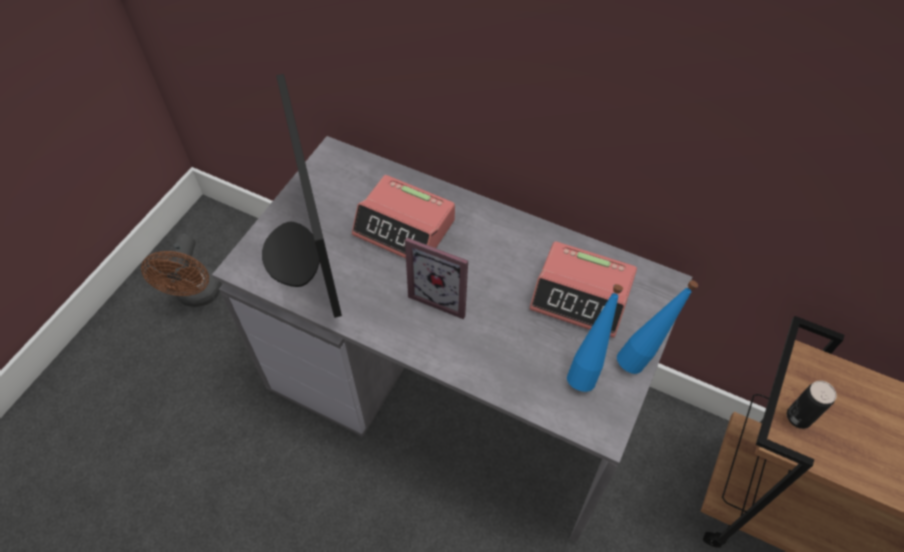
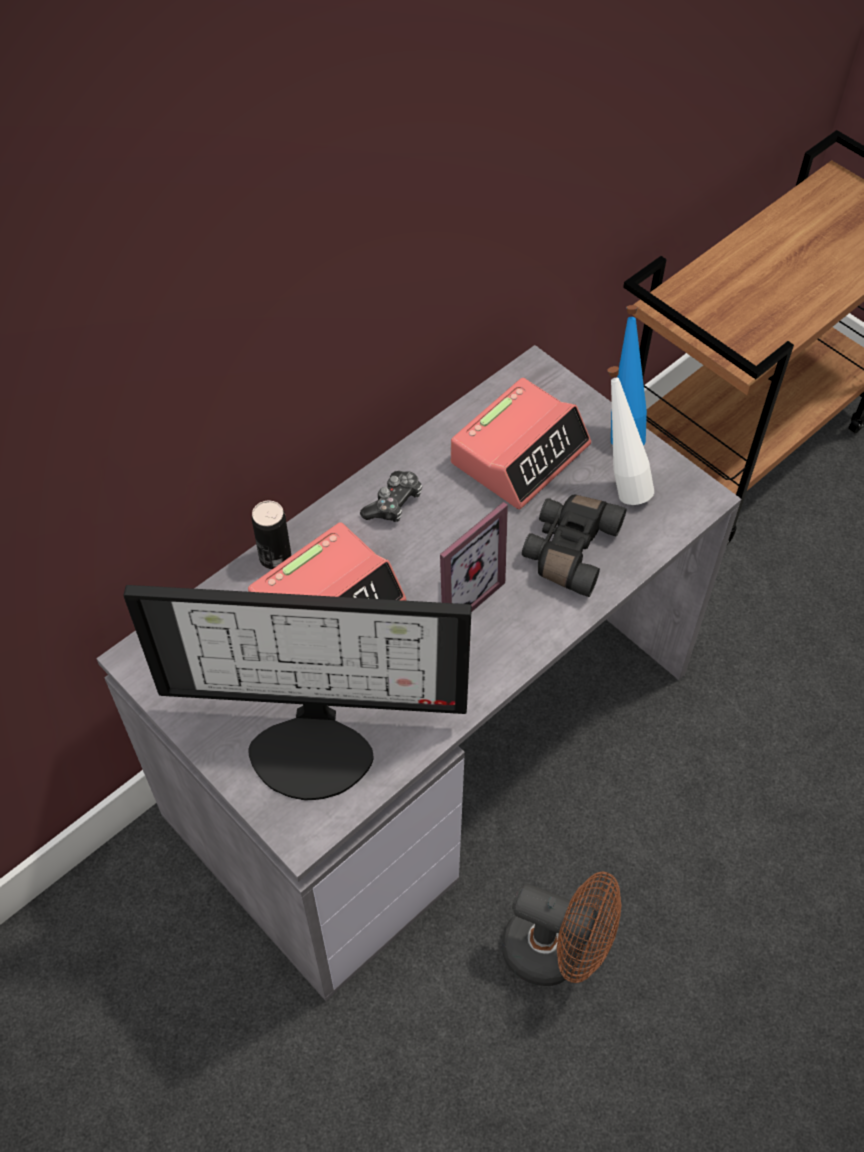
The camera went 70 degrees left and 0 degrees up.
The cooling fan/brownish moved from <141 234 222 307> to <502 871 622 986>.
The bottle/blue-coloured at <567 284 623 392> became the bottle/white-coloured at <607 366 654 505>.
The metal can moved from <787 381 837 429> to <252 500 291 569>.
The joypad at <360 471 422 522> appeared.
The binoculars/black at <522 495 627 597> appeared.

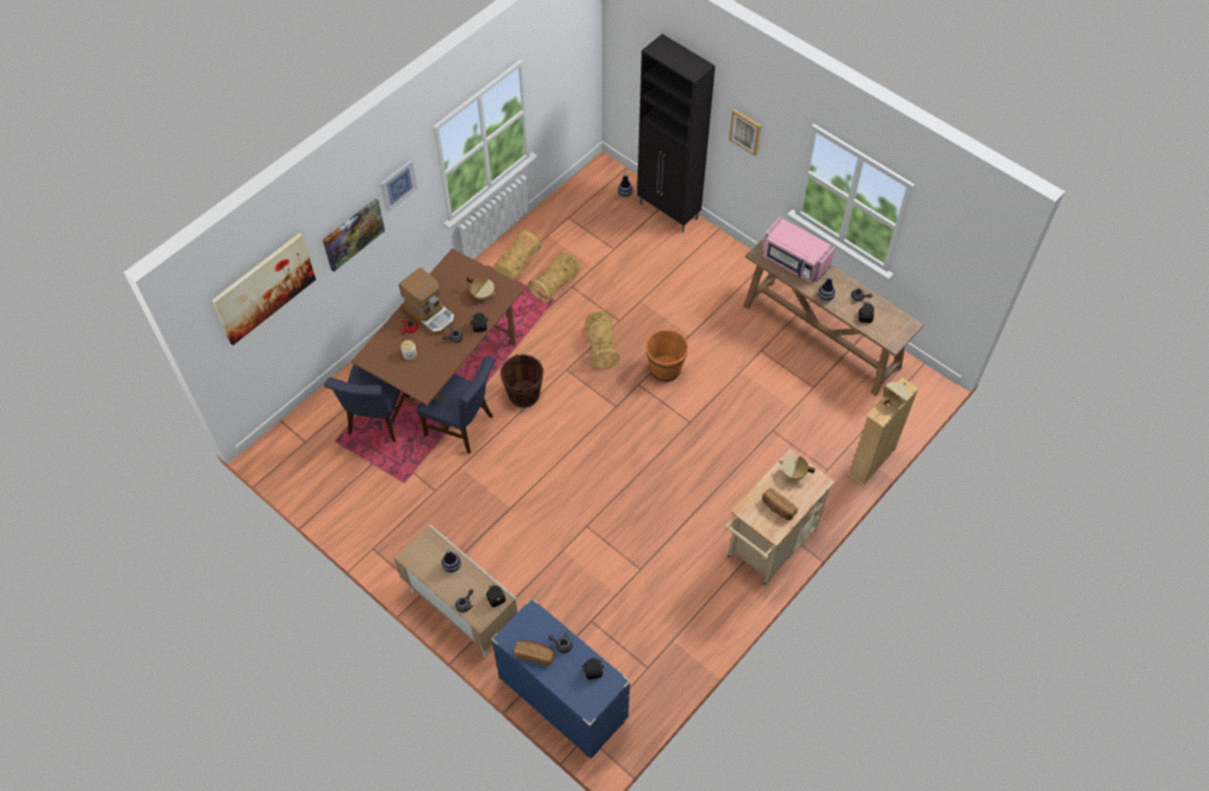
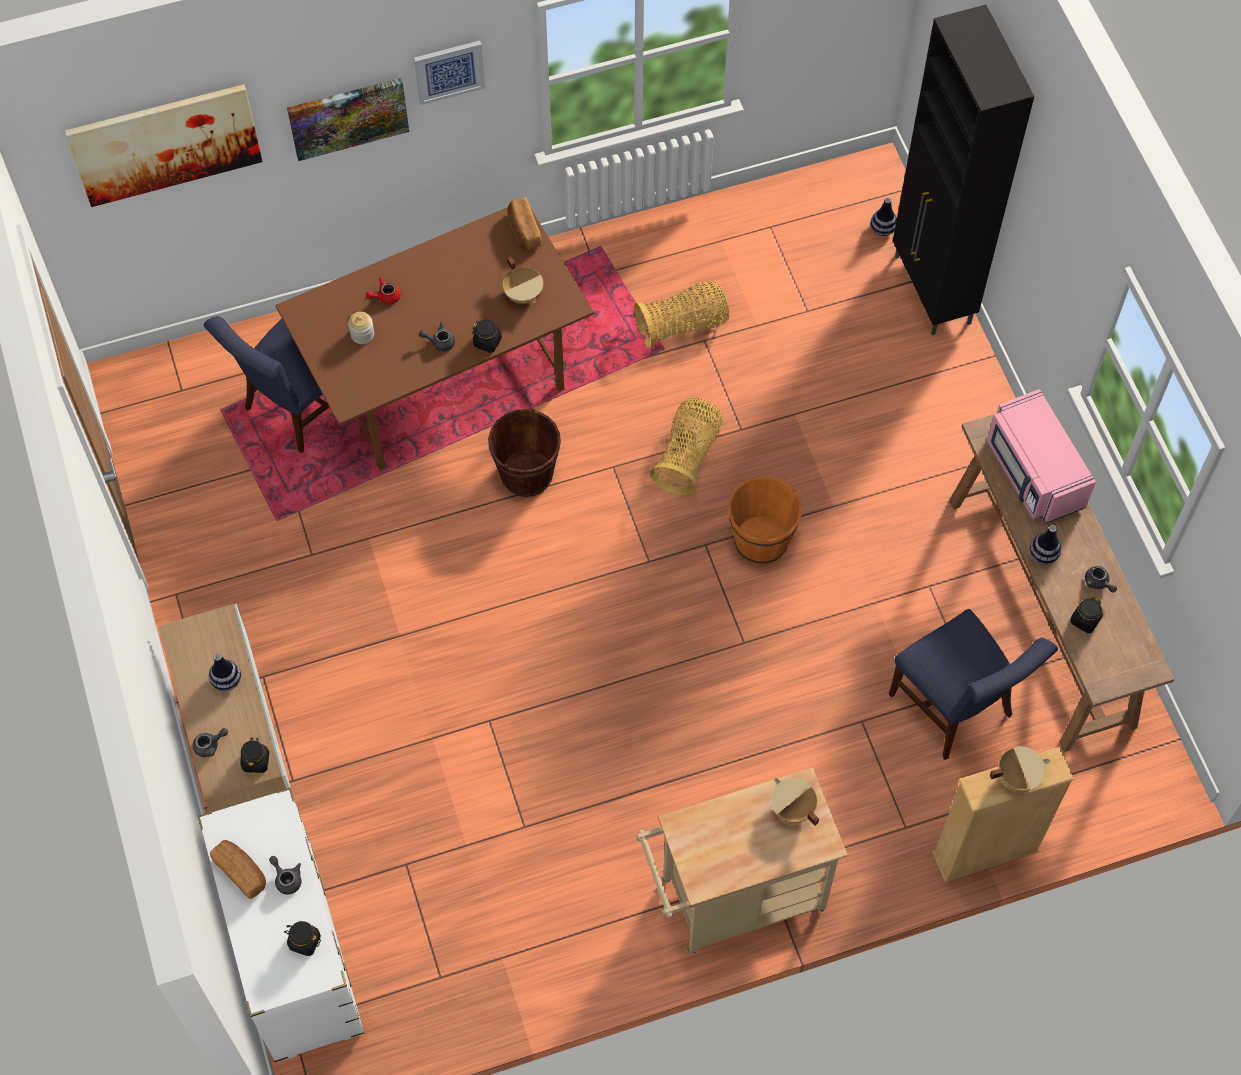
The camera went 30 degrees right and 5 degrees up.
The wall art at <729 109 761 156> disappeared.
The storage basket at <494 230 541 281> disappeared.
The coffee brewer at <399 267 455 335> disappeared.
The upright chair/blue-coloured moved from <417 357 495 454> to <889 609 1058 760>.
The bakery bread moved from <762 488 798 520> to <507 198 542 250>.
The chest of drawers/blue-coloured at <491 598 631 759> became the chest of drawers/white-coloured at <198 787 365 1062>.

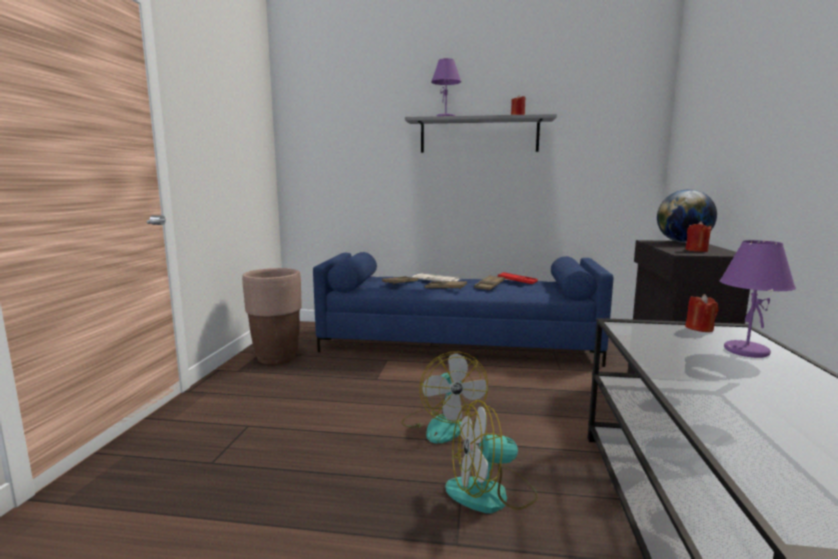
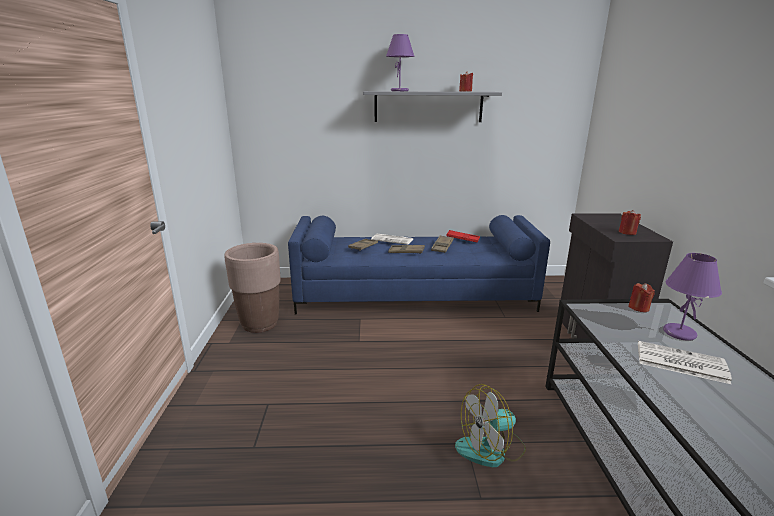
The camera went 10 degrees left and 10 degrees up.
The desk globe at <657 189 717 243> disappeared.
The cooling fan at <401 352 488 444> disappeared.
The daily paper at <638 341 732 384> appeared.

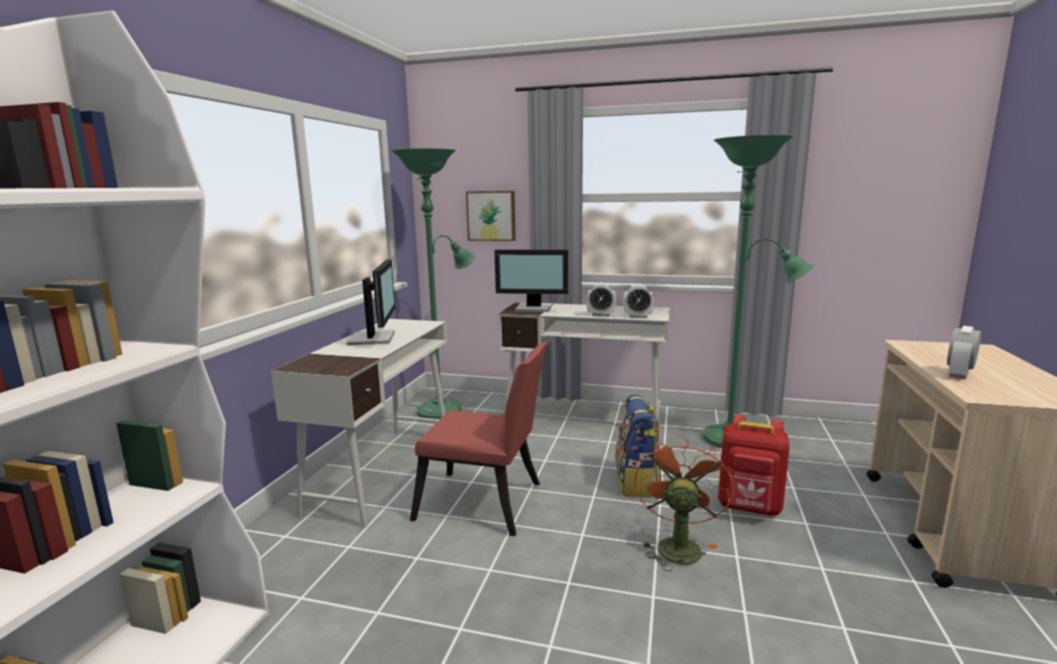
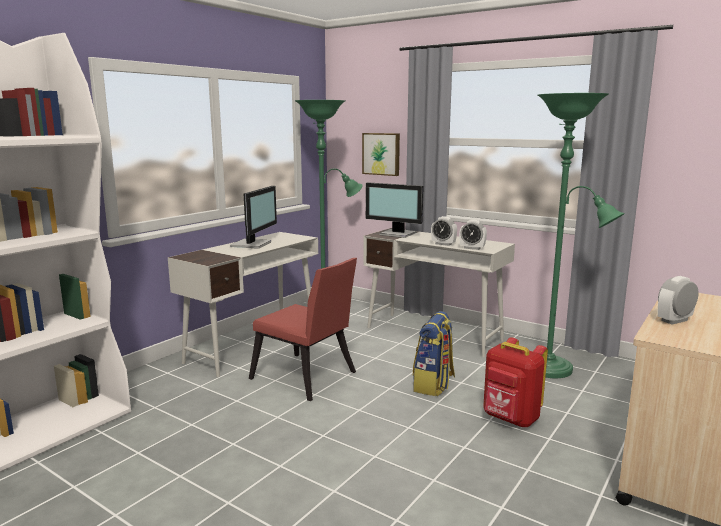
The camera went 20 degrees right and 0 degrees up.
The cooling fan/orange at <634 437 734 572> disappeared.

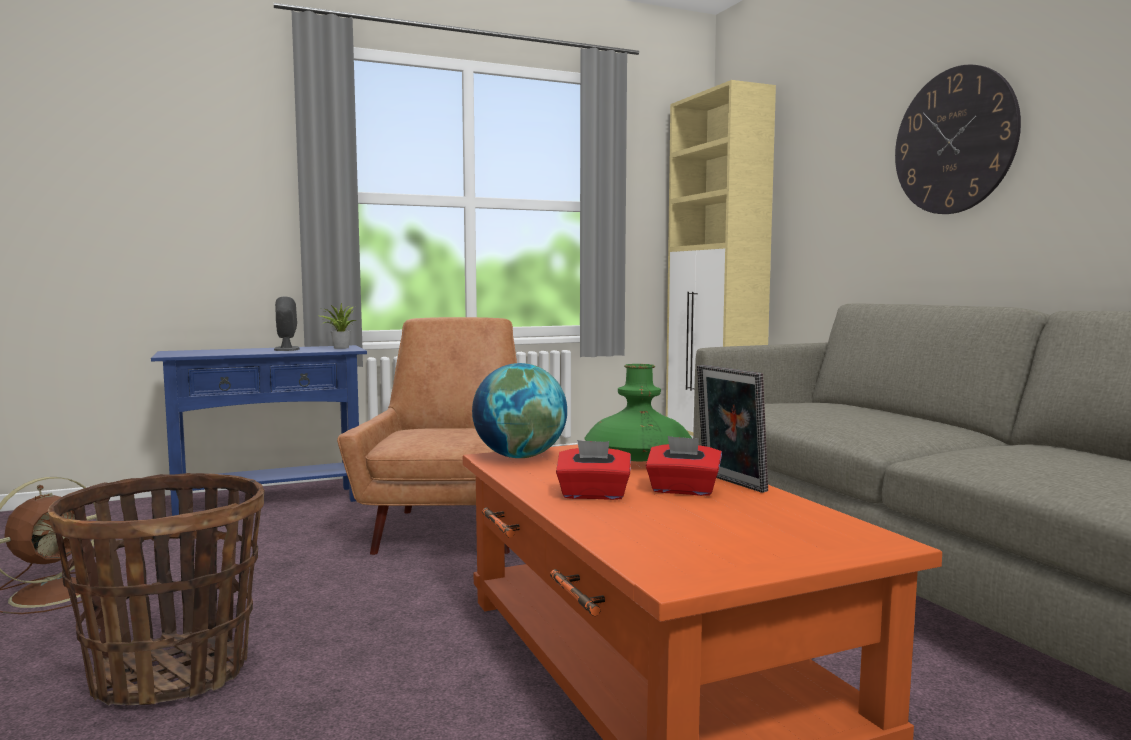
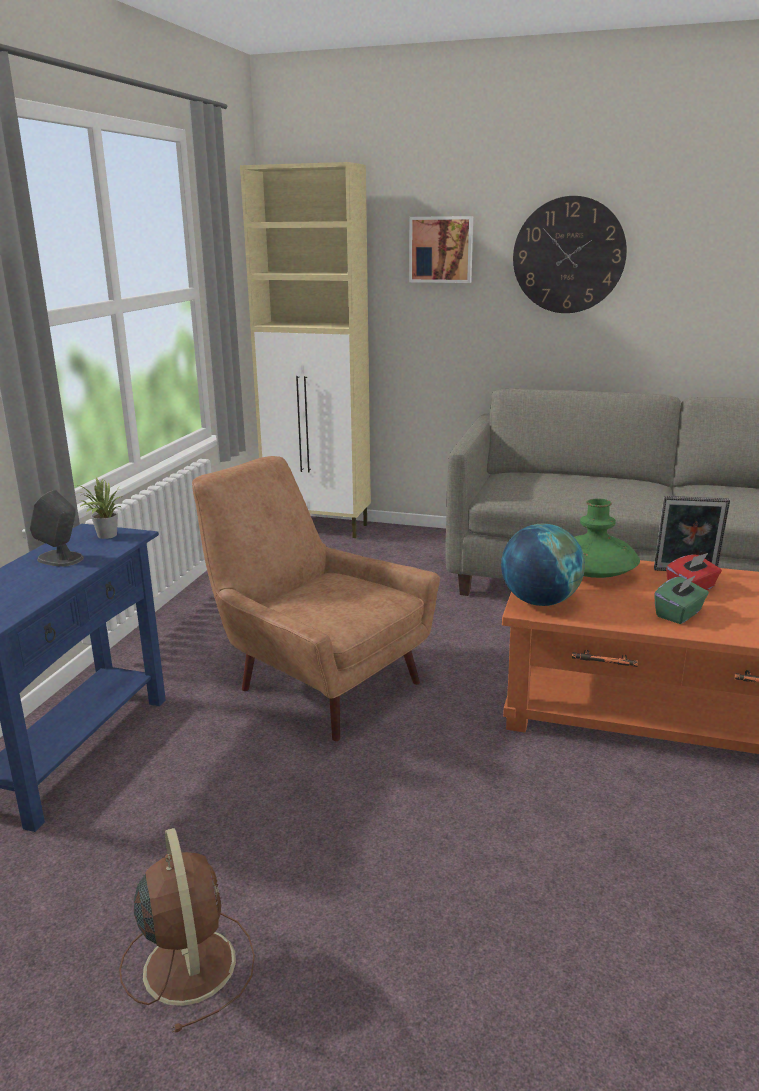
The camera went 50 degrees left and 15 degrees up.
The tissue box/red-coloured at <556 440 631 500> became the tissue box/greenish at <654 575 709 624>.
The storage basket at <48 473 265 706> disappeared.
The wall art at <409 216 473 283> appeared.

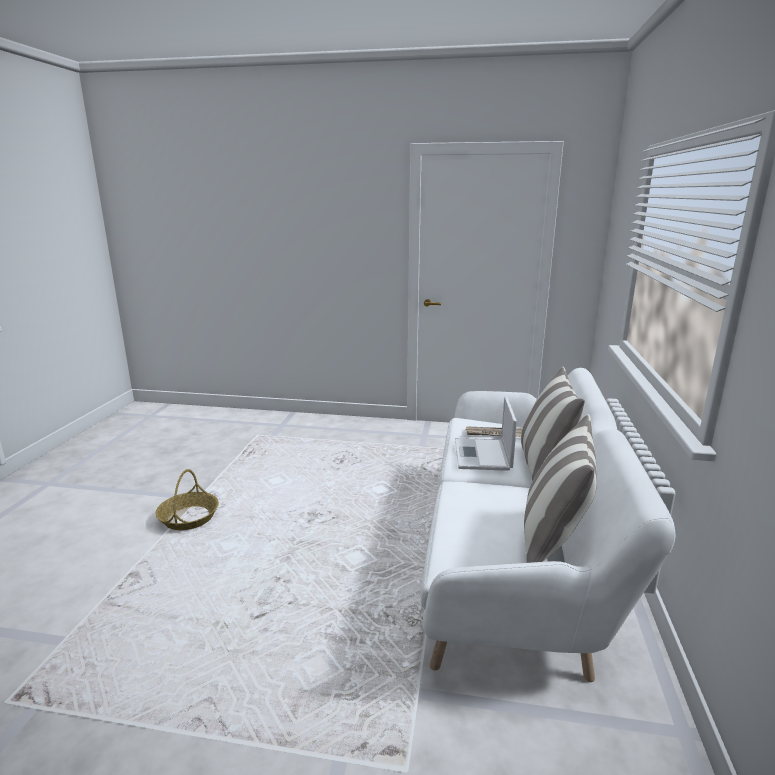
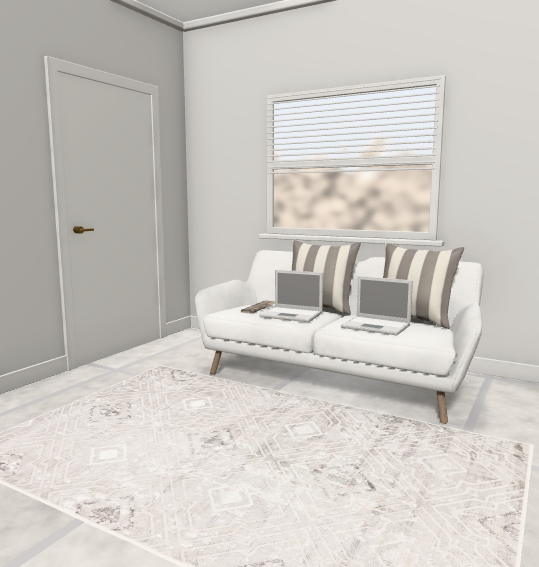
The camera went 70 degrees left and 10 degrees down.
The storage basket at <156 469 219 530> disappeared.
The notebook computer at <341 276 413 335> appeared.

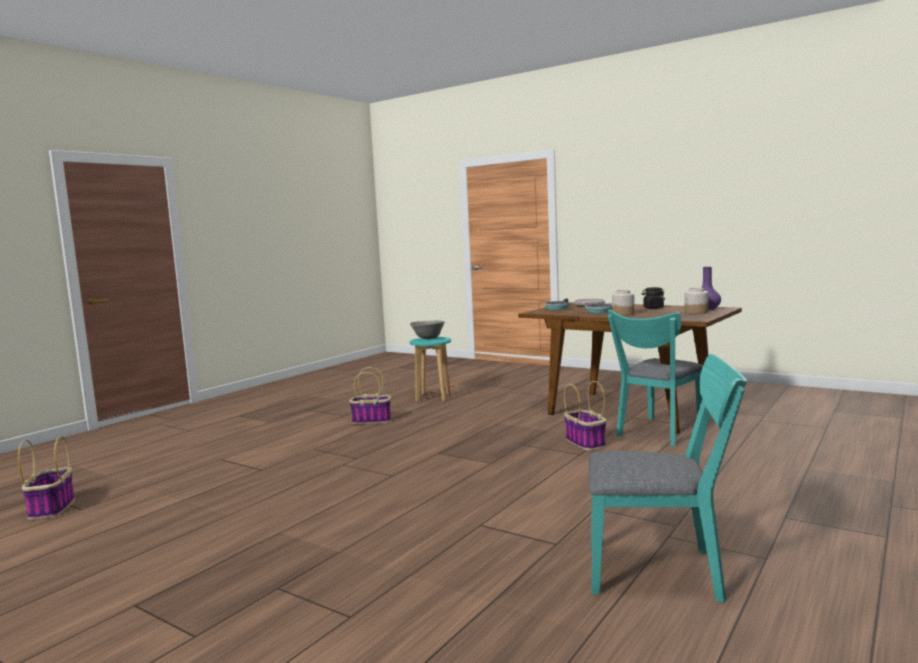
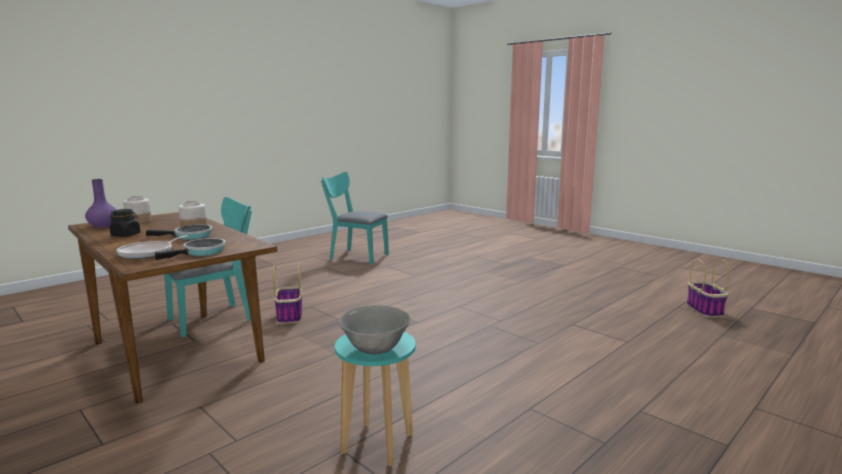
The camera went 170 degrees left and 5 degrees up.
The storage basket at <349 367 391 424> disappeared.

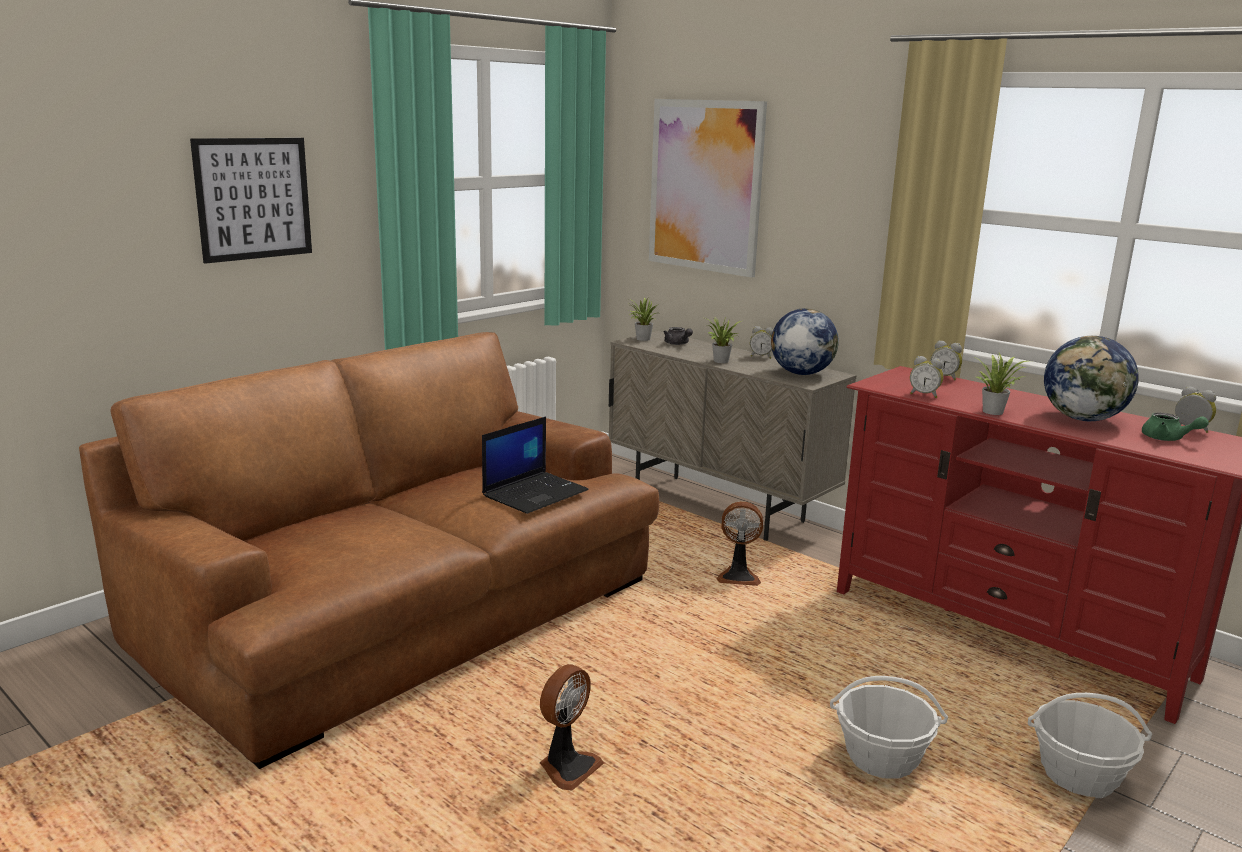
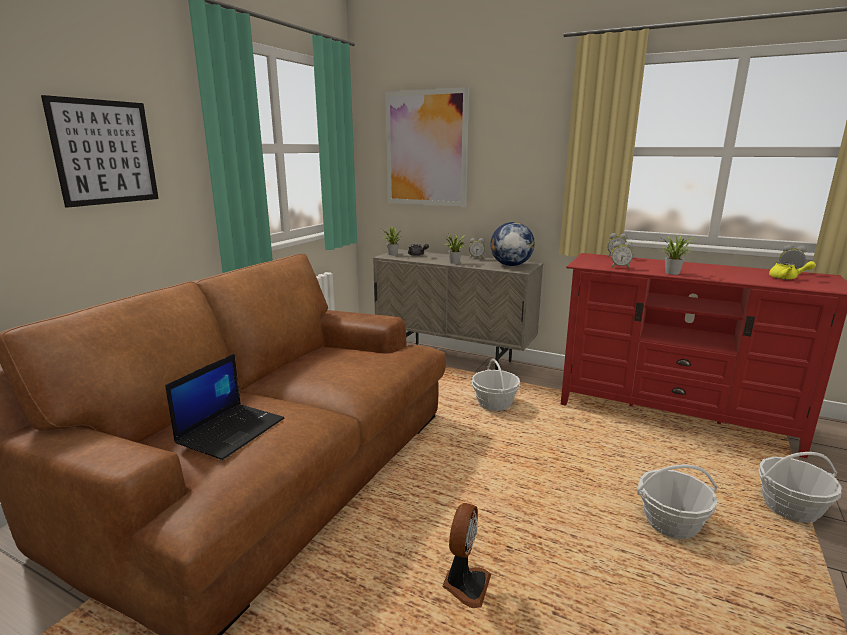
The camera went 15 degrees left and 0 degrees up.
The desk globe at <1044 336 1139 421> disappeared.
The teapot/greenish at <1142 412 1209 441> became the teapot/yellowish at <769 261 816 279>.
The notebook computer moved from <482 416 589 514> to <165 354 284 460>.
The cooling fan at <717 501 763 586> was replaced by the storage basket at <471 359 520 411>.

